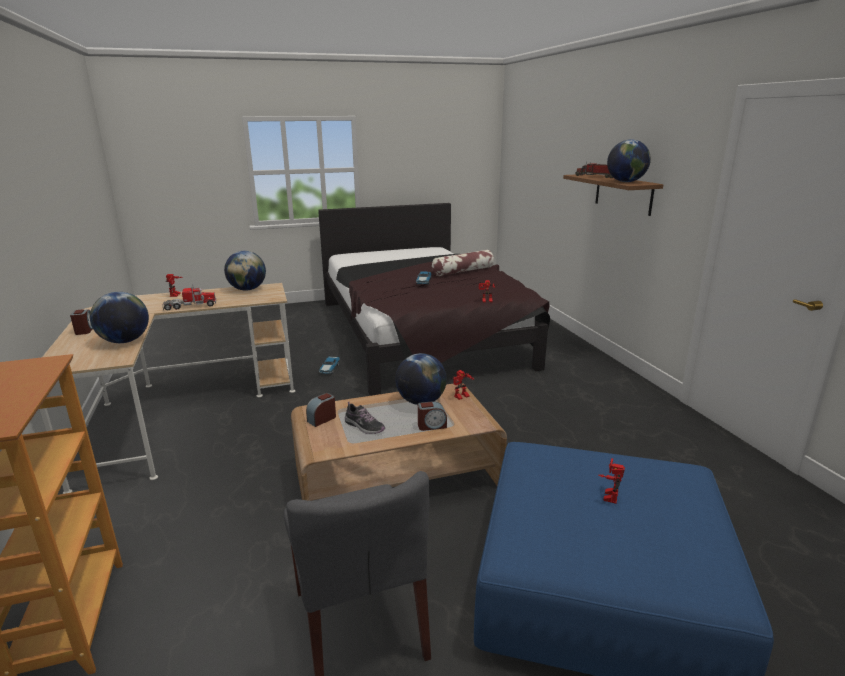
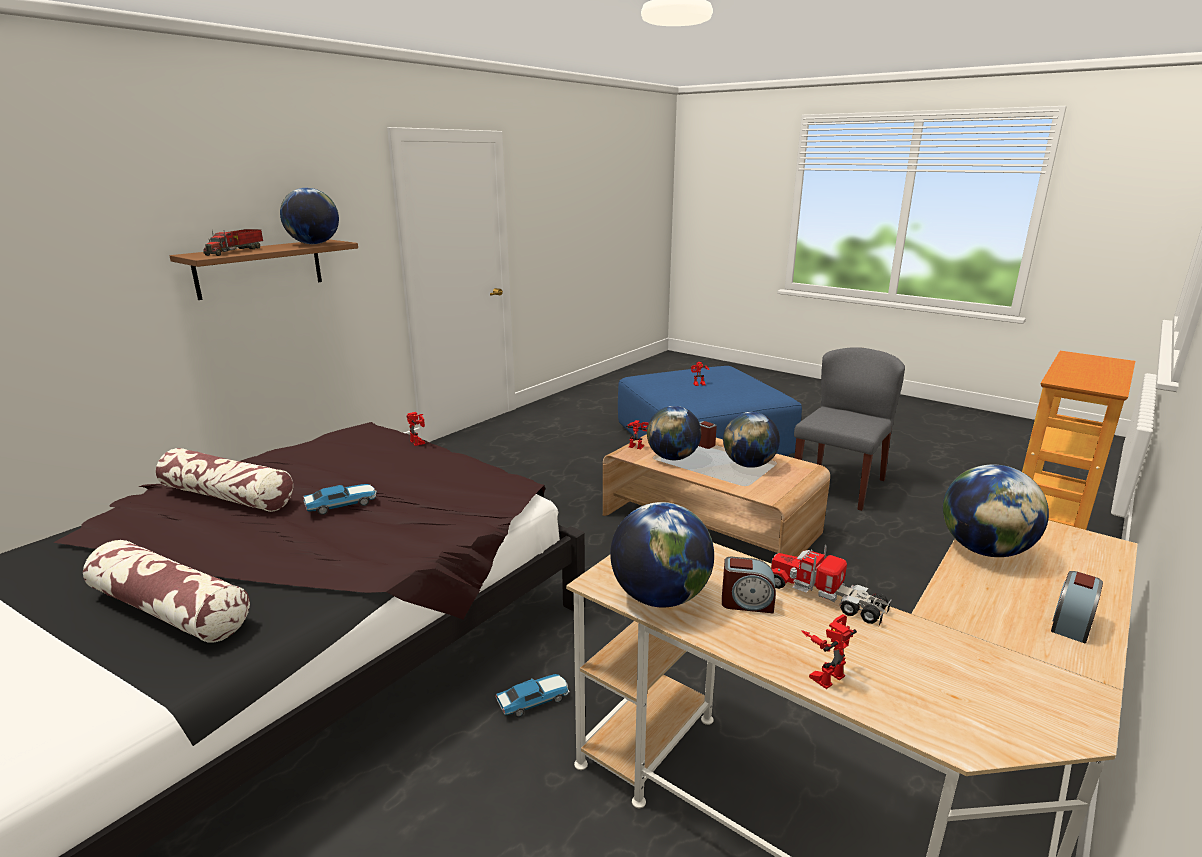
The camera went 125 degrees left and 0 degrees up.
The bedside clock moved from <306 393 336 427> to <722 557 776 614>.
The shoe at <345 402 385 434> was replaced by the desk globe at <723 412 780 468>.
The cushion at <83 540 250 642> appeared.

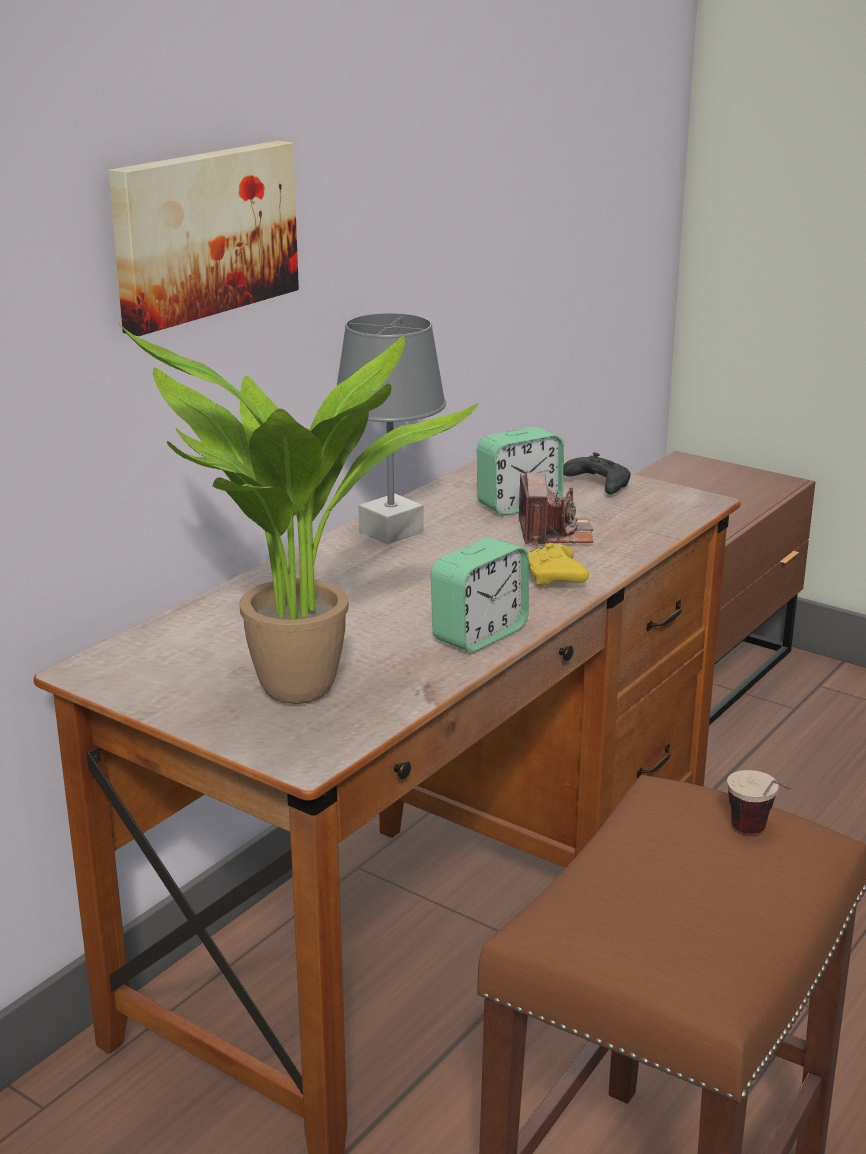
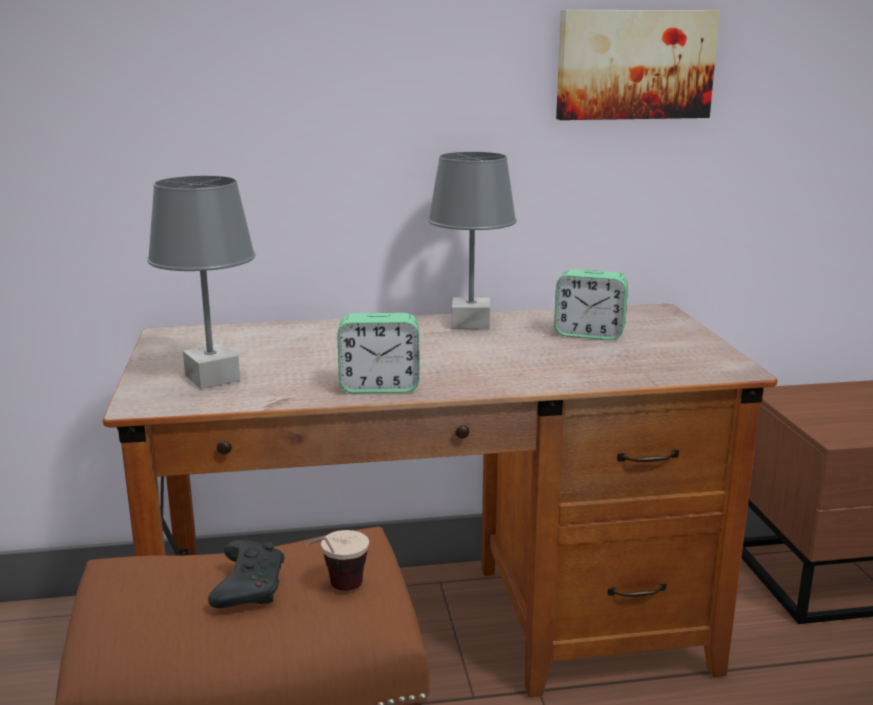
The camera went 45 degrees right and 5 degrees down.
The wall art moved from <108 141 299 336> to <556 10 720 120>.
The potted plant at <117 321 478 704> was replaced by the table lamp/greyish at <147 176 255 389>.
The joypad/black moved from <563 452 631 494> to <208 540 284 608>.
The photo camera at <519 472 593 546> disappeared.
The joypad/yellowish at <528 543 589 585> disappeared.

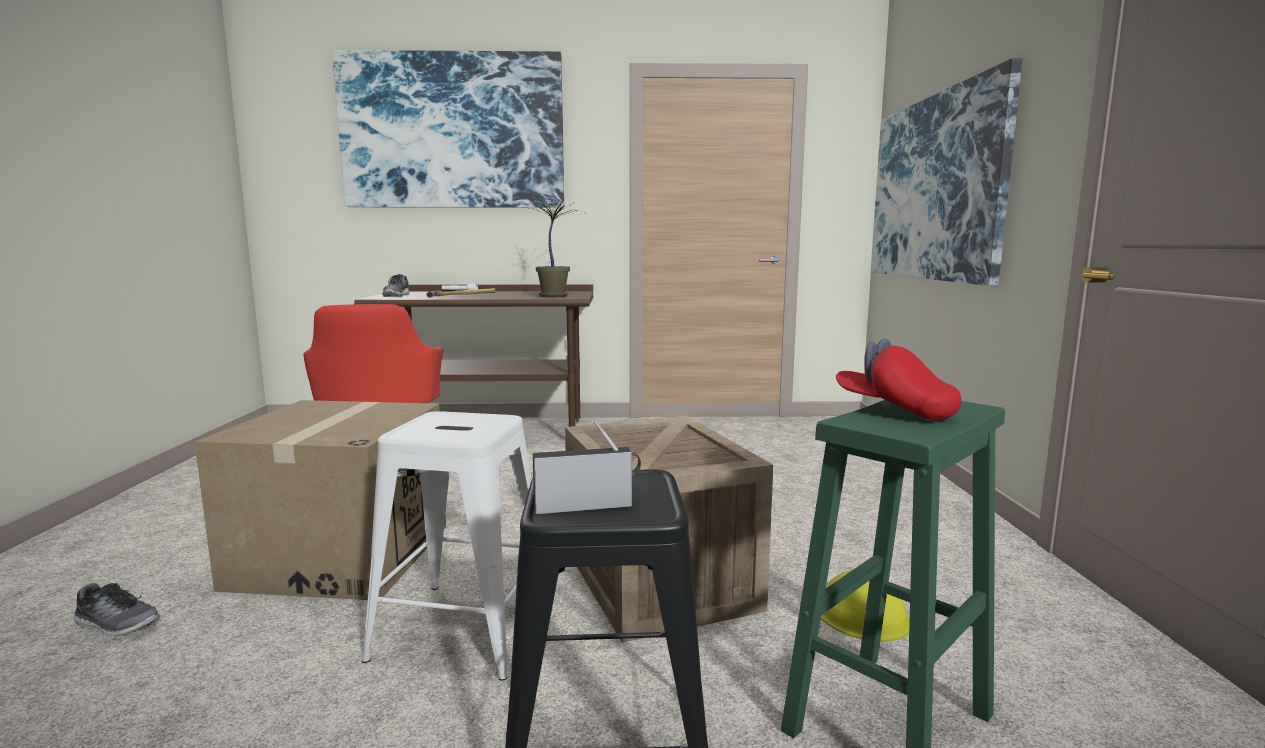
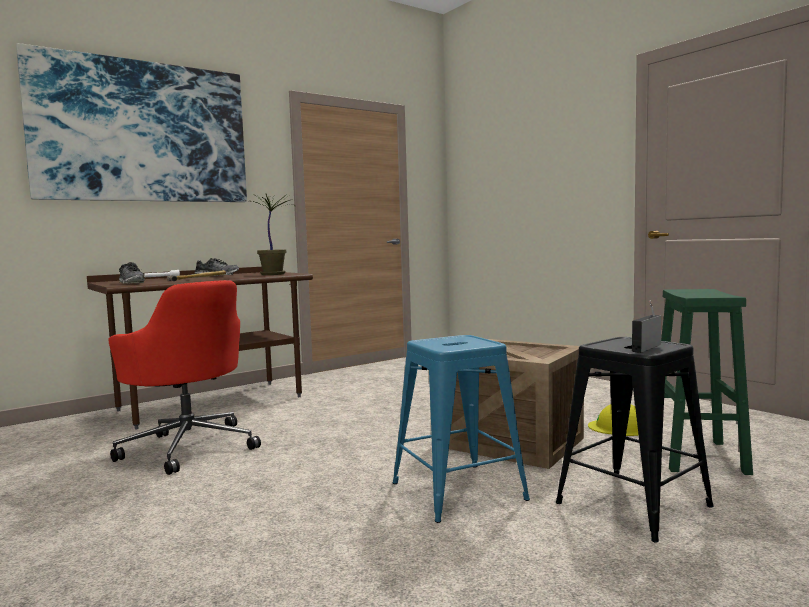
The camera went 35 degrees left and 5 degrees down.
The wall art at <871 59 1022 286> disappeared.
The peaked cap/red-coloured at <836 339 962 421> disappeared.
The cardboard box at <194 400 446 600> disappeared.
The stool/white-coloured at <362 411 532 680> became the stool/blue-coloured at <393 335 530 523>.
The shoe moved from <73 583 160 638> to <195 258 239 276>.

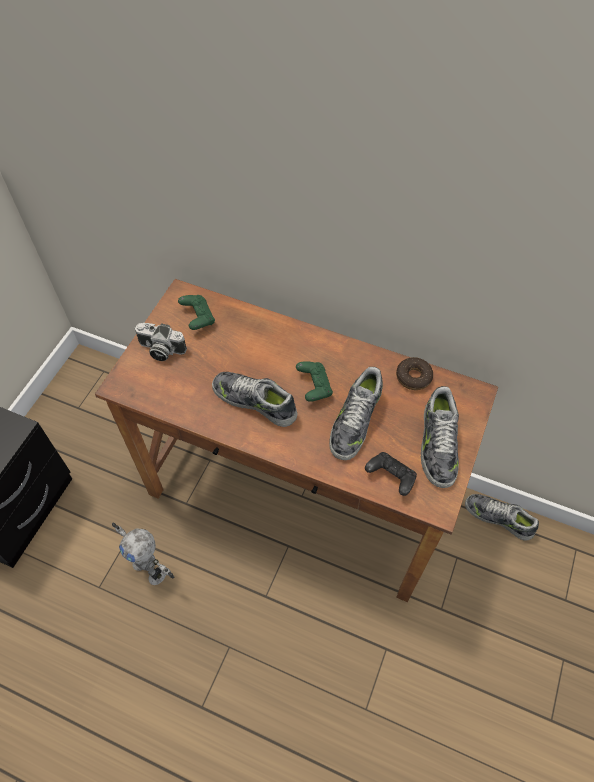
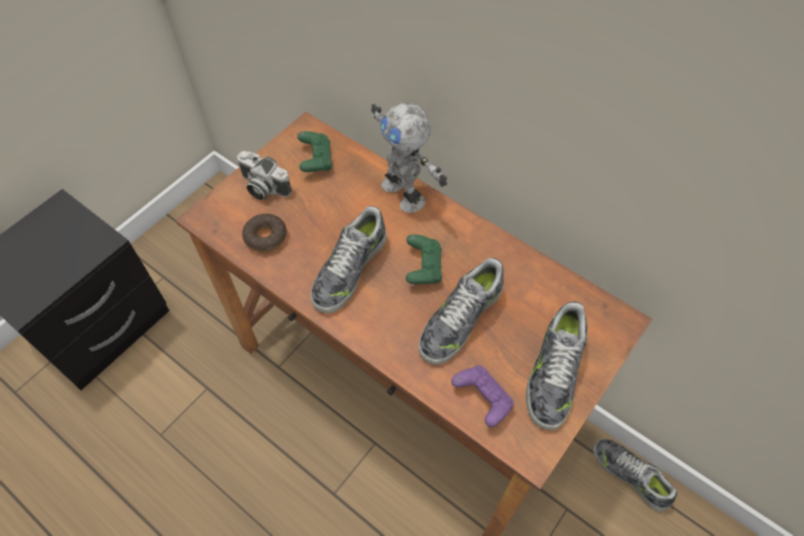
The camera went 15 degrees right and 0 degrees up.
The donut moved from <396 357 433 390> to <242 214 287 253>.
The shoe at <212 372 297 427> turned 105 degrees counterclockwise.
The joypad/black at <365 452 417 496> became the joypad/purple at <451 365 514 427>.
The robot figure moved from <112 522 174 585> to <371 103 447 213>.

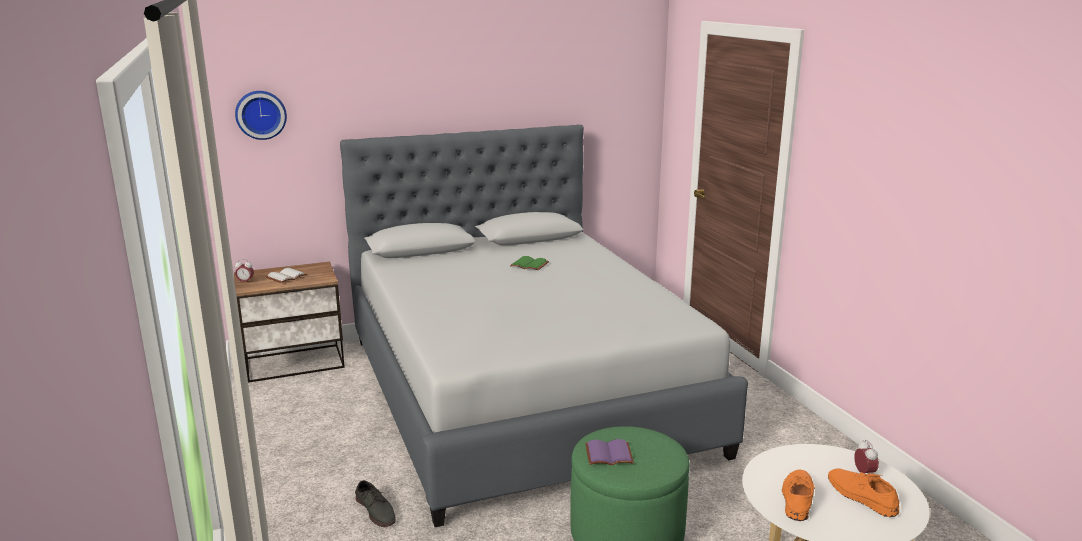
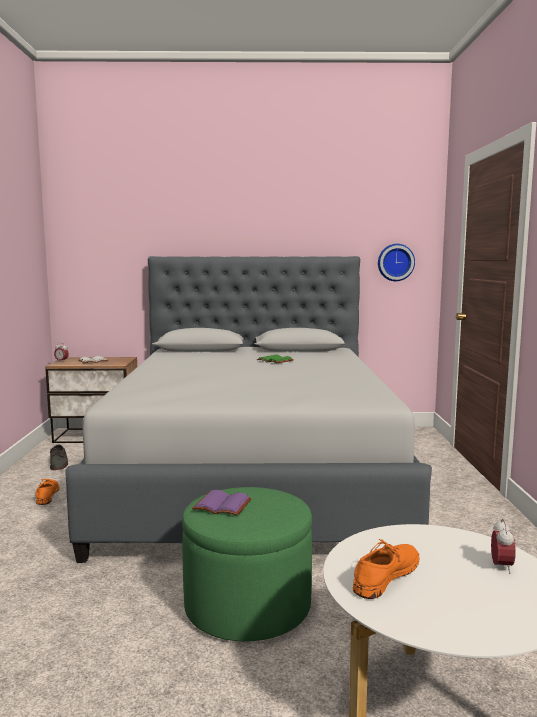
The camera went 20 degrees right and 10 degrees down.
The clock on the wall moved from <235 91 287 140> to <378 244 415 281>.
The shoe/orange moved from <828 468 899 517> to <36 479 59 505>.
The shoe/greyish moved from <355 480 396 527> to <50 445 68 470>.

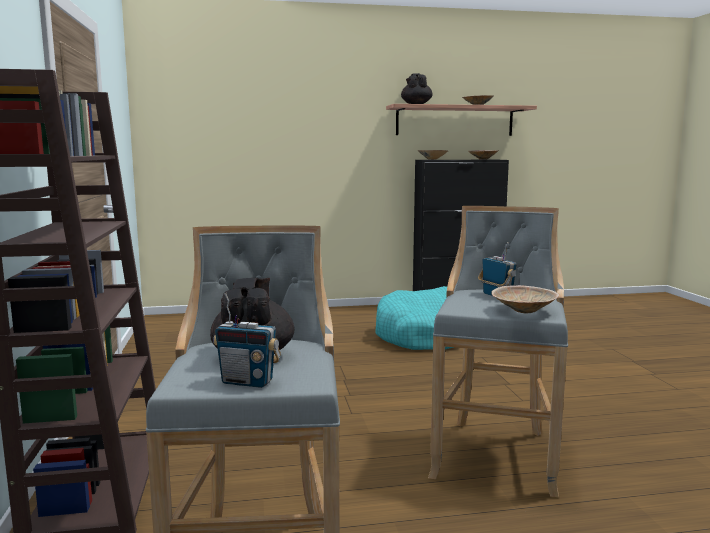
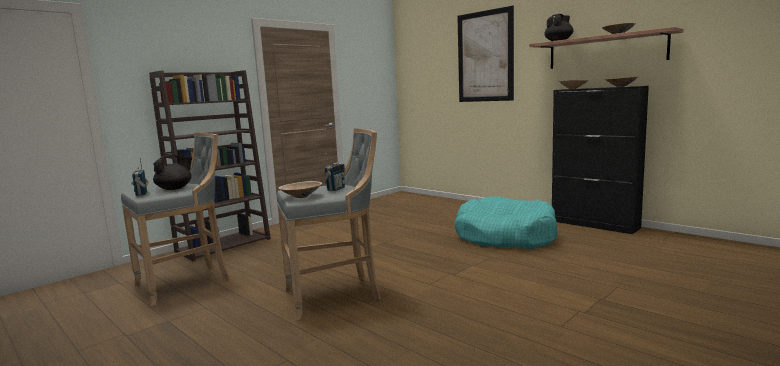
The camera went 55 degrees right and 0 degrees up.
The wall art at <457 5 514 102> appeared.

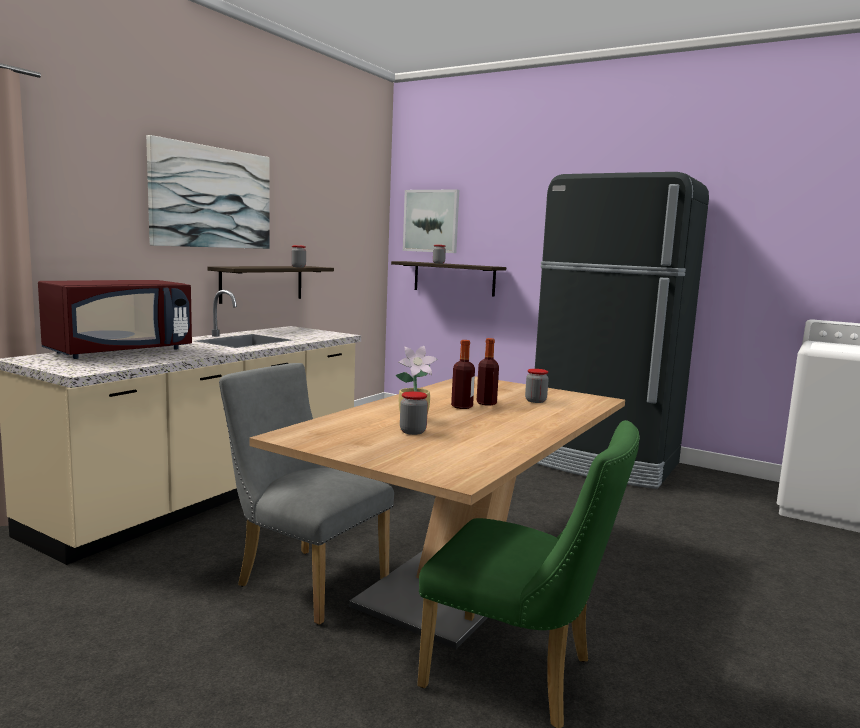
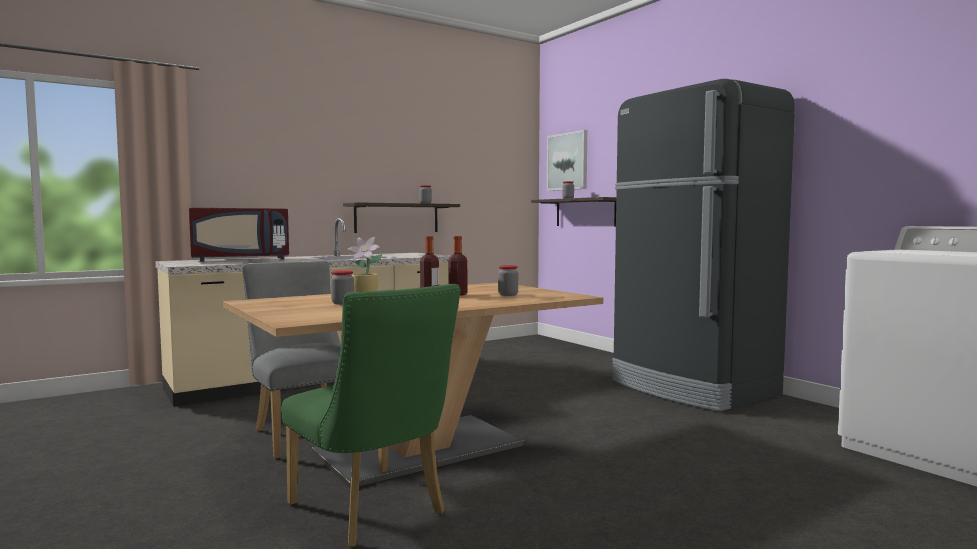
The camera went 25 degrees right and 5 degrees down.
The wall art at <146 135 270 249> disappeared.

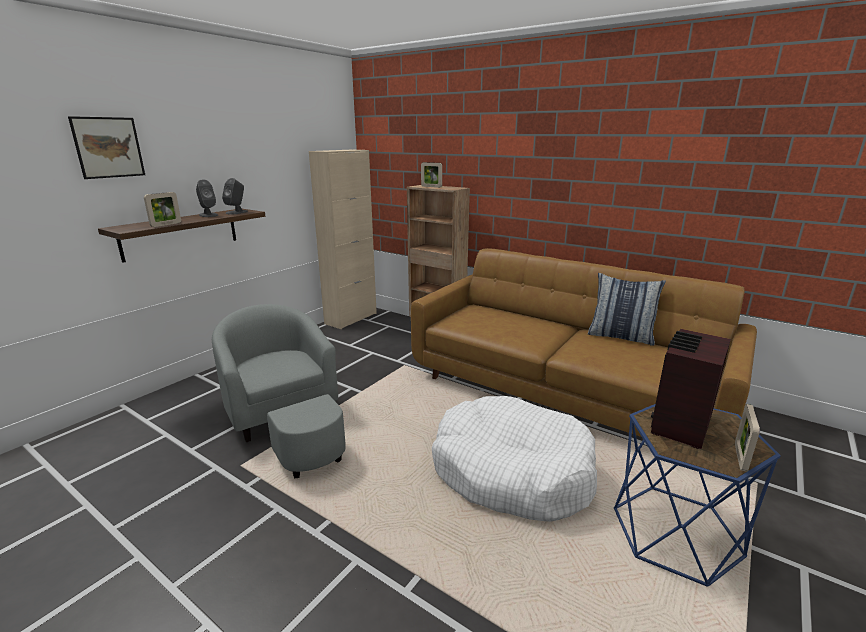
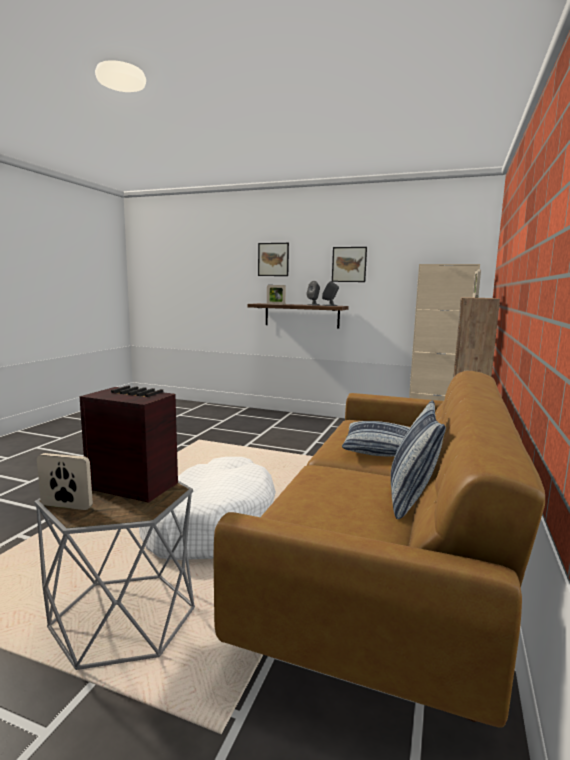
The camera went 75 degrees right and 10 degrees down.
The armchair/greyish at <212 304 346 478> disappeared.
The side table/blue-coloured at <614 404 781 587> became the side table/greyish at <34 481 195 670>.
The wall art at <332 247 367 282> appeared.
The cushion at <342 421 410 456> appeared.

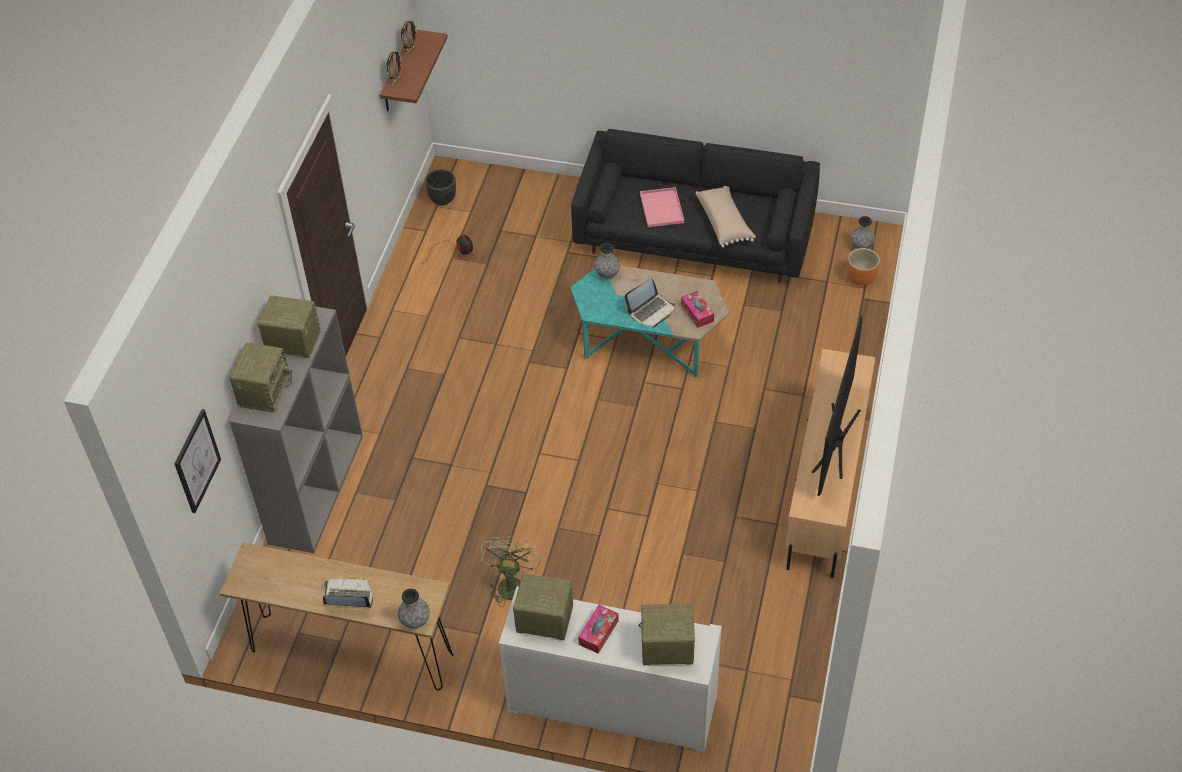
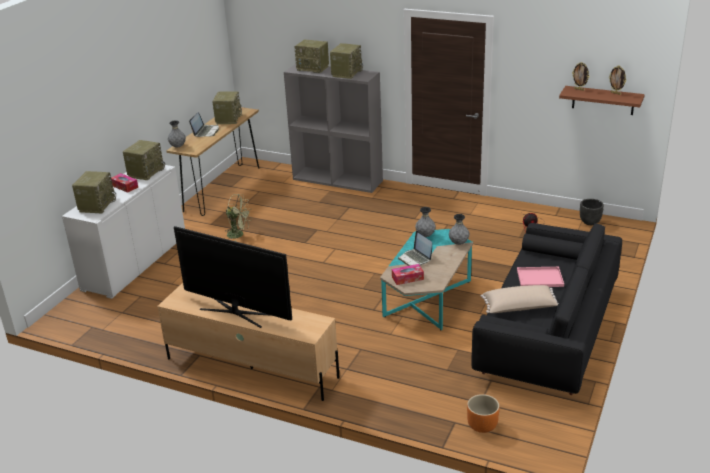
The camera went 100 degrees right and 20 degrees down.
The vase/greyish moved from <850 216 875 249> to <415 207 436 237>.
The wall art at <174 409 221 513> disappeared.
The radio set at <212 91 242 124> appeared.

